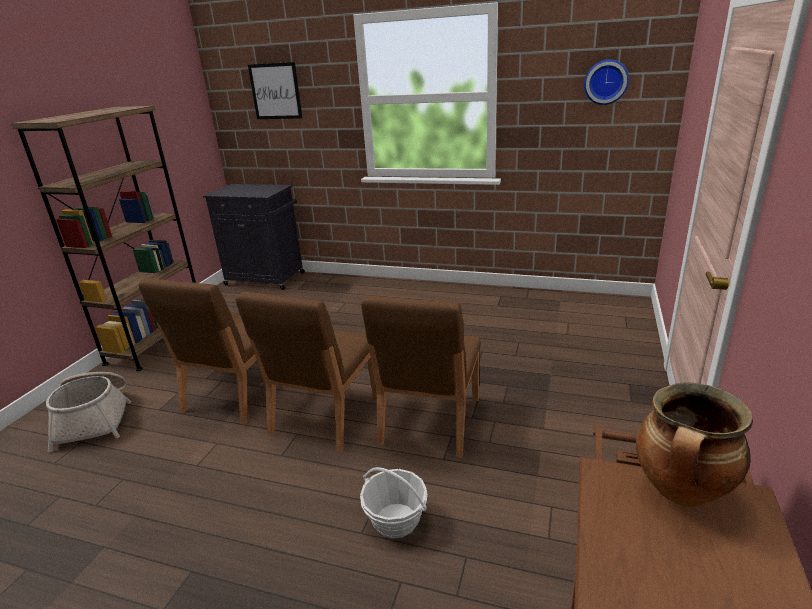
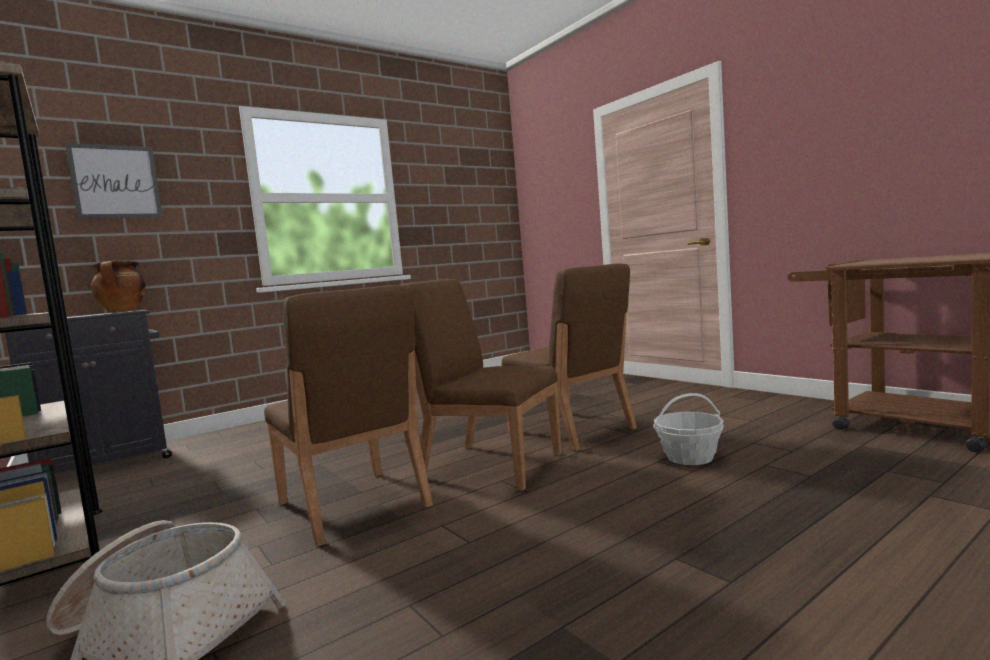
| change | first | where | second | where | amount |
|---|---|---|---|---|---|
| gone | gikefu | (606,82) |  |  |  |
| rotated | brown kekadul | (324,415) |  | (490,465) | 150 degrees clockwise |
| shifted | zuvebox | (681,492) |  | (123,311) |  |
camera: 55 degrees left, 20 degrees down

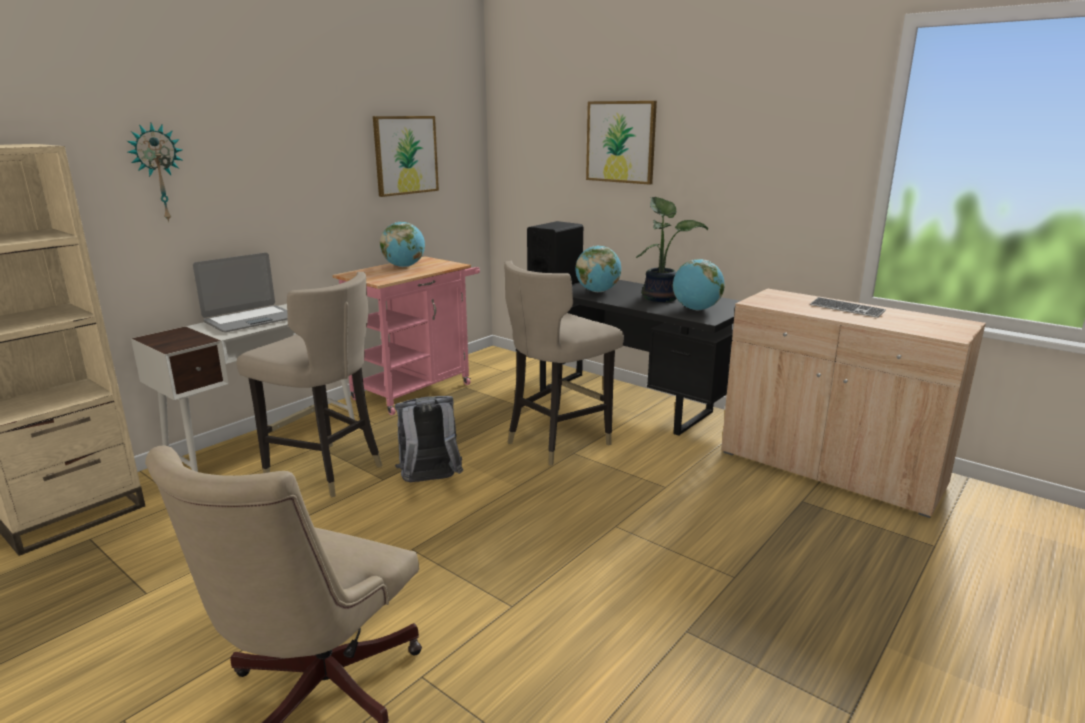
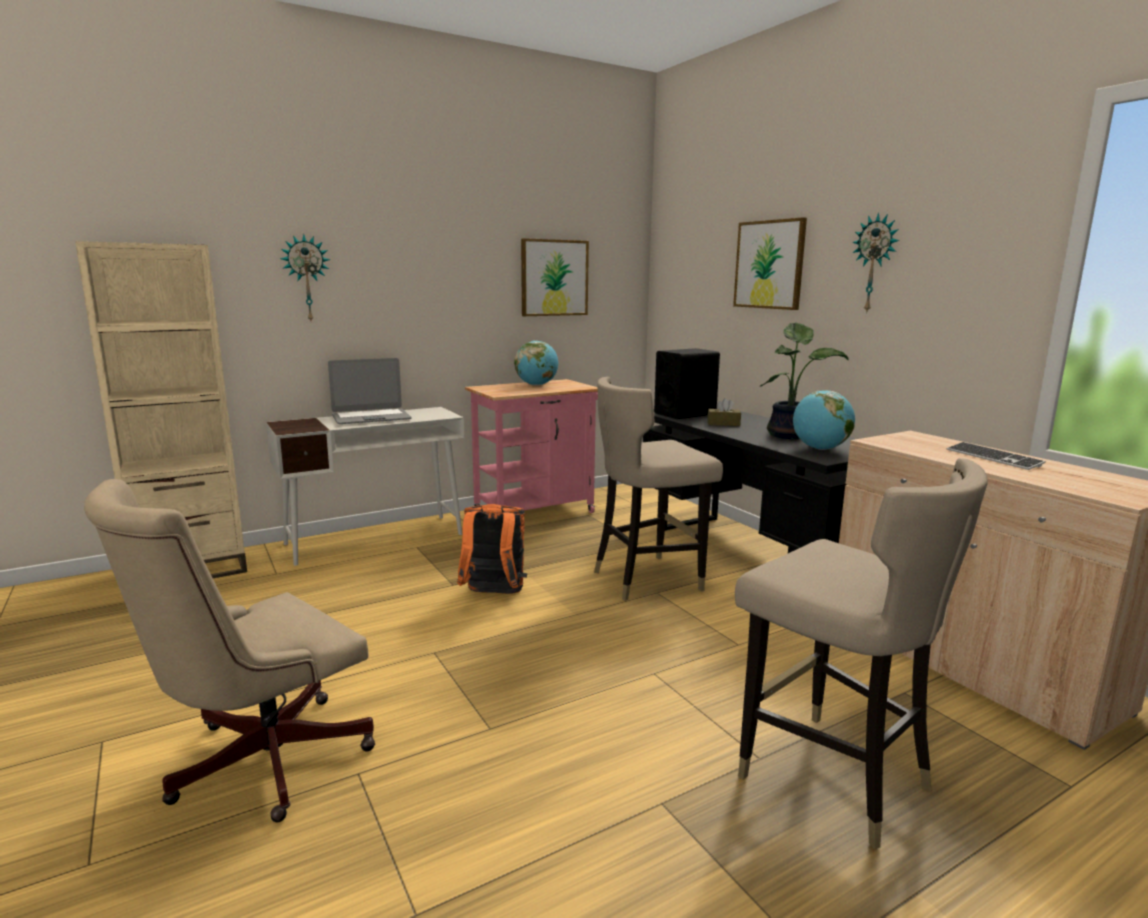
| change | first | where | second | where | amount |
|---|---|---|---|---|---|
| swapped | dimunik | (597,291) | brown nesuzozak | (723,424) |  |
| shifted | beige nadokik | (325,471) |  | (832,776) |  |
| repainted | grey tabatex | (430,482) | orange tabatex | (493,595) |  |
| new |  |  | gikefu | (875,264) |  |
camera: 20 degrees right, 5 degrees down

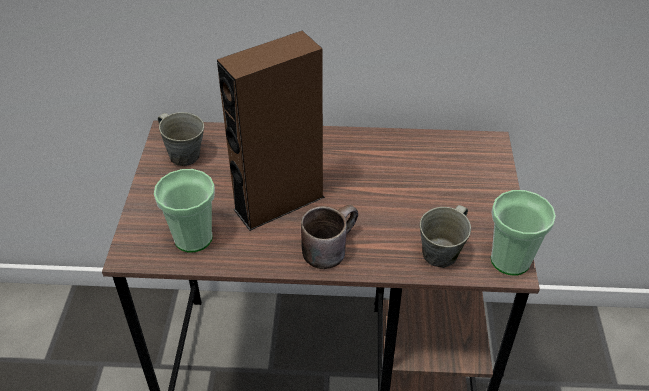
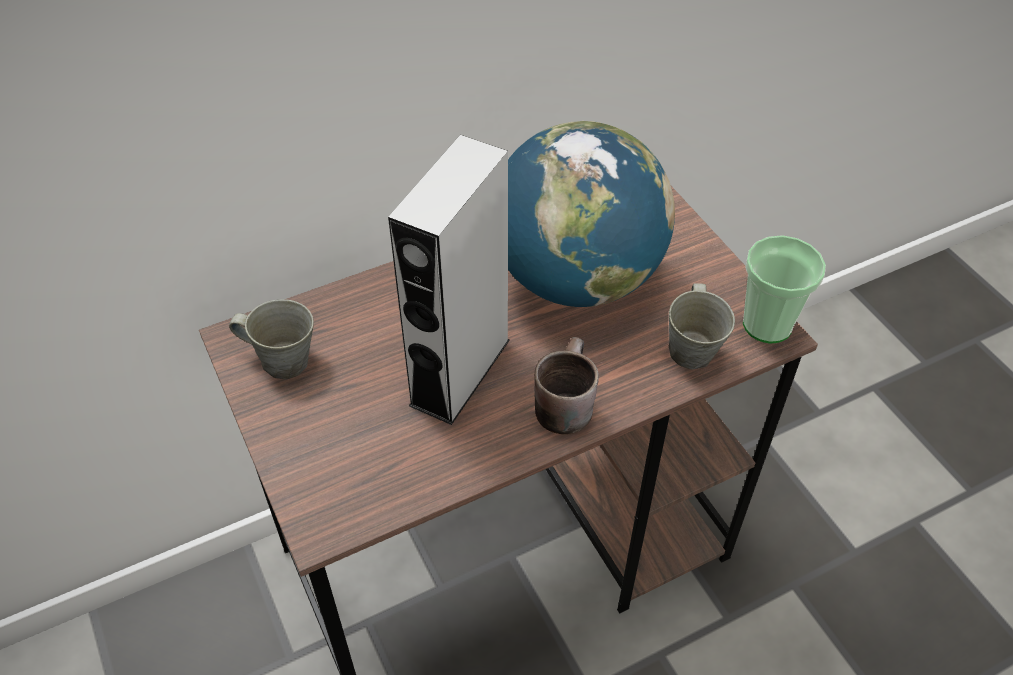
| change | first | where | second | where | amount |
|---|---|---|---|---|---|
| repainted | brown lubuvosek | (279,203) | grey lubuvosek | (460,372) |  |
| gone | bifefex | (193,238) |  |  |  |
| new |  |  | dimunik | (576,278) |  |
camera: 30 degrees left, 5 degrees up

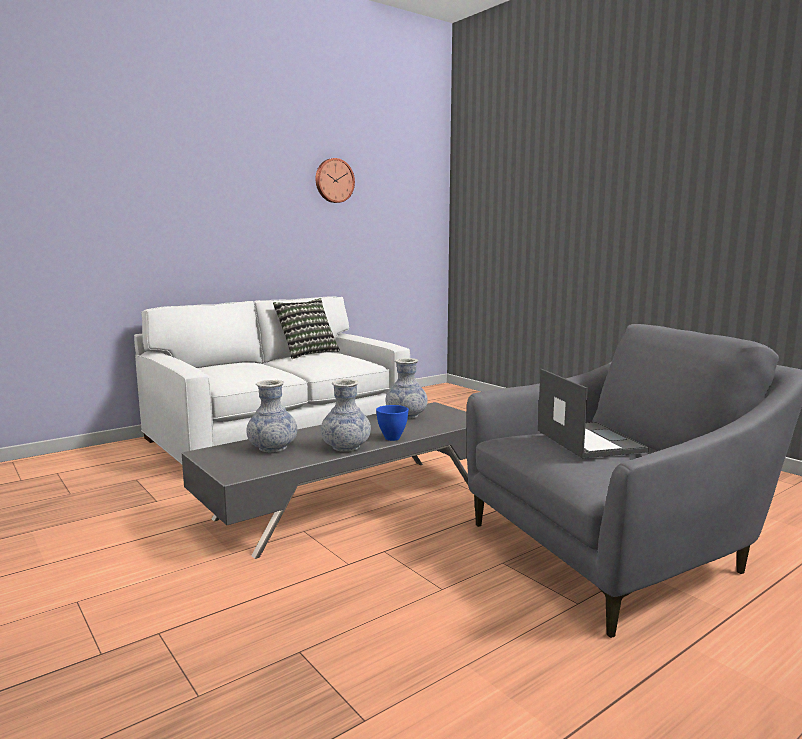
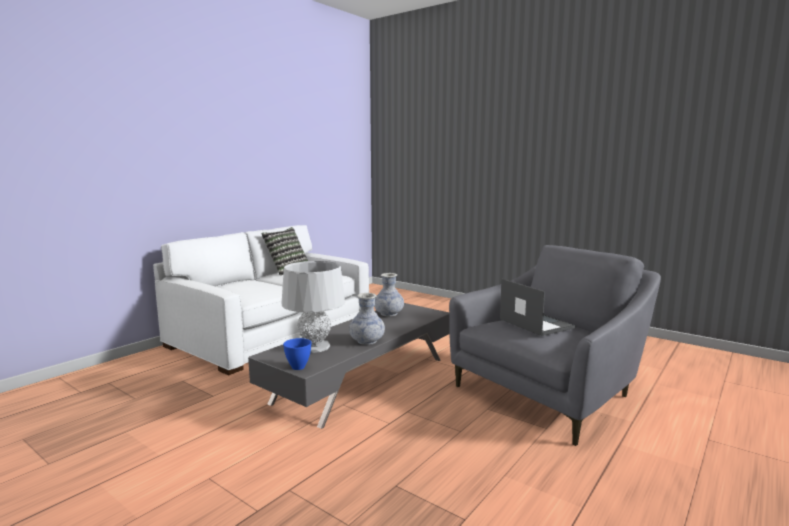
| change | first | where | second | where | amount |
|---|---|---|---|---|---|
| gone | gikefu | (334,180) |  |  |  |
| swapped | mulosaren | (272,448) | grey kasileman | (315,347) |  |
| shifted | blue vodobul | (393,438) |  | (299,367) |  |
camera: 15 degrees left, 0 degrees up

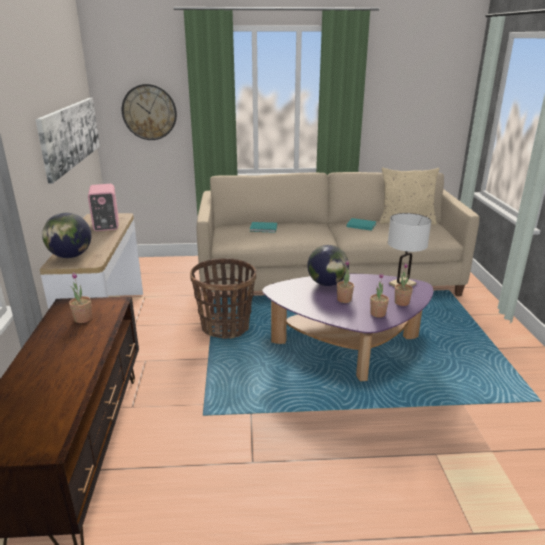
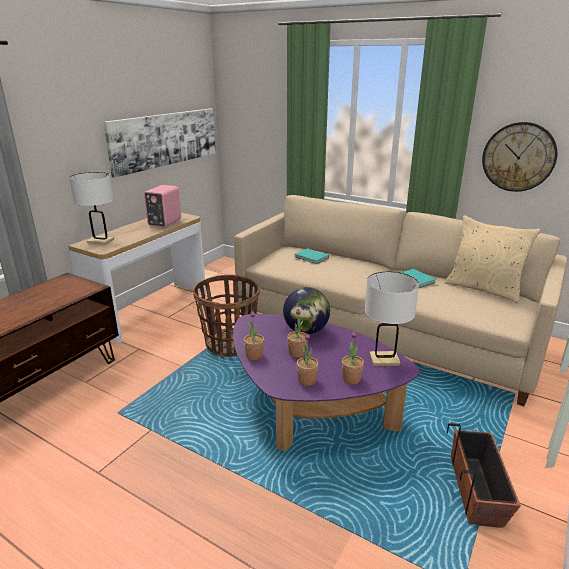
| change | first | where | second | where | amount |
|---|---|---|---|---|---|
| shifted | gikefu | (149,112) |  | (518,157) |  |
| swapped | dimunik | (70,256) | white kasileman | (100,241) |  |
| shifted | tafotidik | (83,319) |  | (254,356) |  |
| new |  |  | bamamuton | (476,490) |  |
camera: 35 degrees right, 0 degrees up

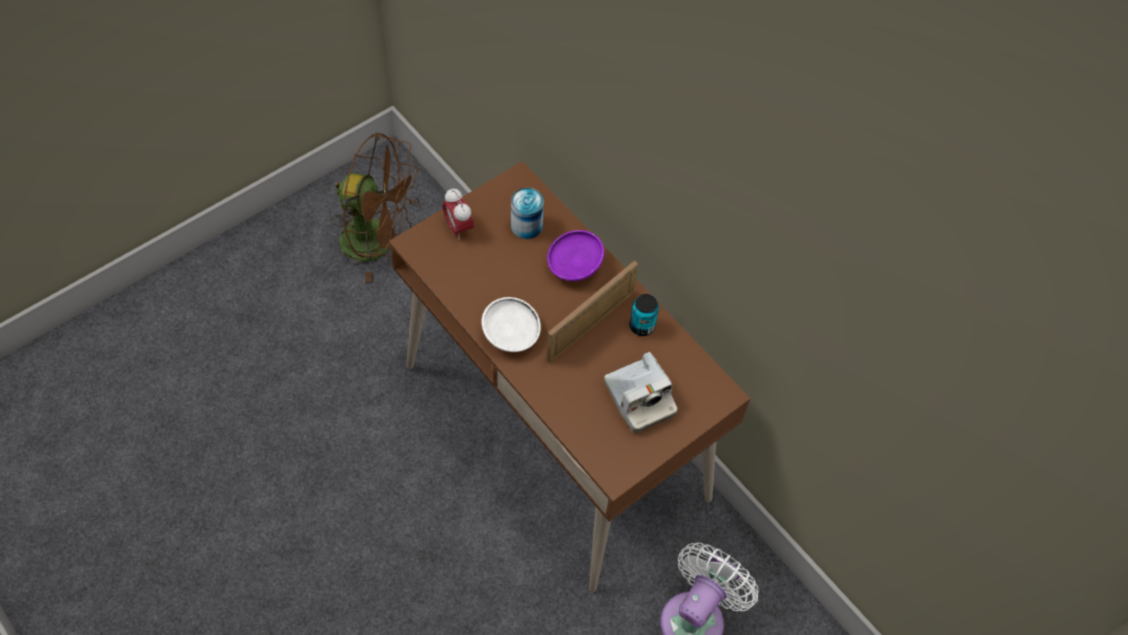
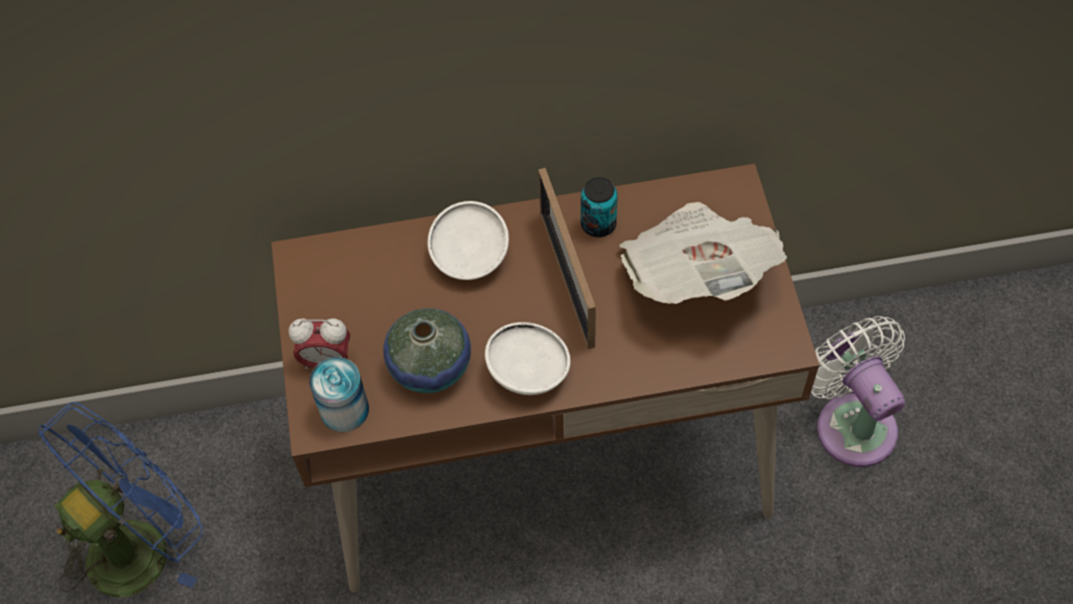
| change | first | where | second | where | amount |
|---|---|---|---|---|---|
| repainted | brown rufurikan | (379,242) | blue rufurikan | (140,542) |  |
| shifted | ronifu | (526,226) |  | (344,410) |  |
| repainted | purple vodobul | (573,266) | white vodobul | (469,257) |  |
| swapped | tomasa | (639,399) | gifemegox | (697,274) |  |
| new |  |  | mulosaren | (430,366) |  |
camera: 55 degrees left, 0 degrees up

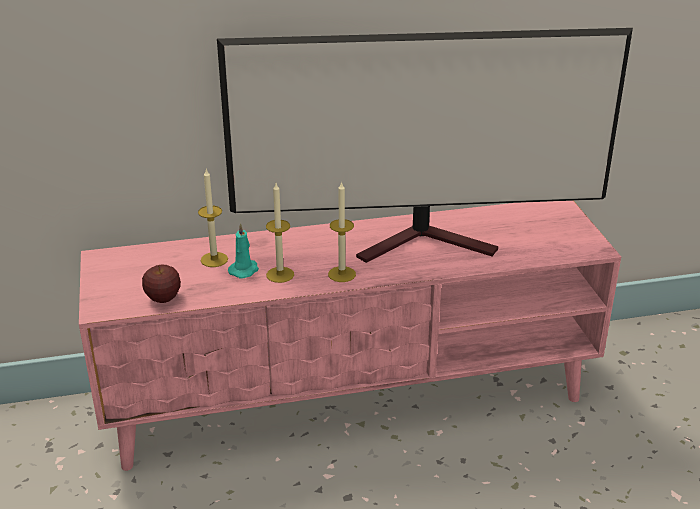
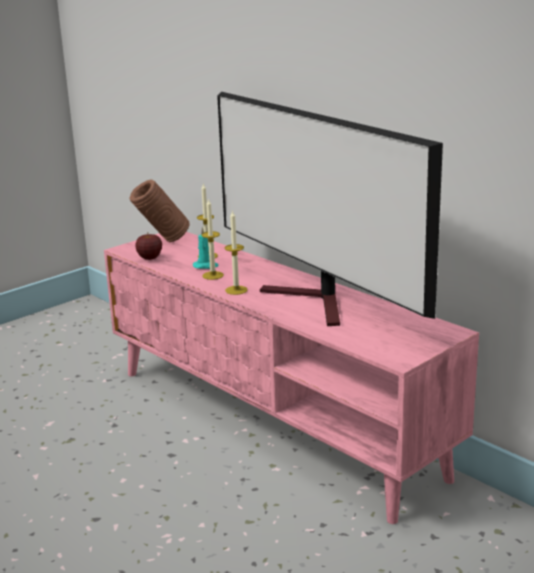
| change | first | where | second | where | amount |
|---|---|---|---|---|---|
| new |  |  | brown mulosaren | (162,242) |  |
camera: 60 degrees right, 10 degrees down

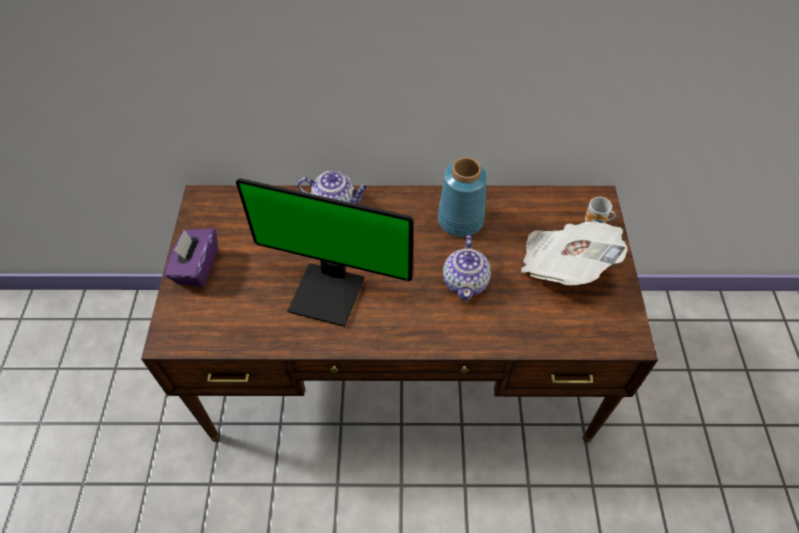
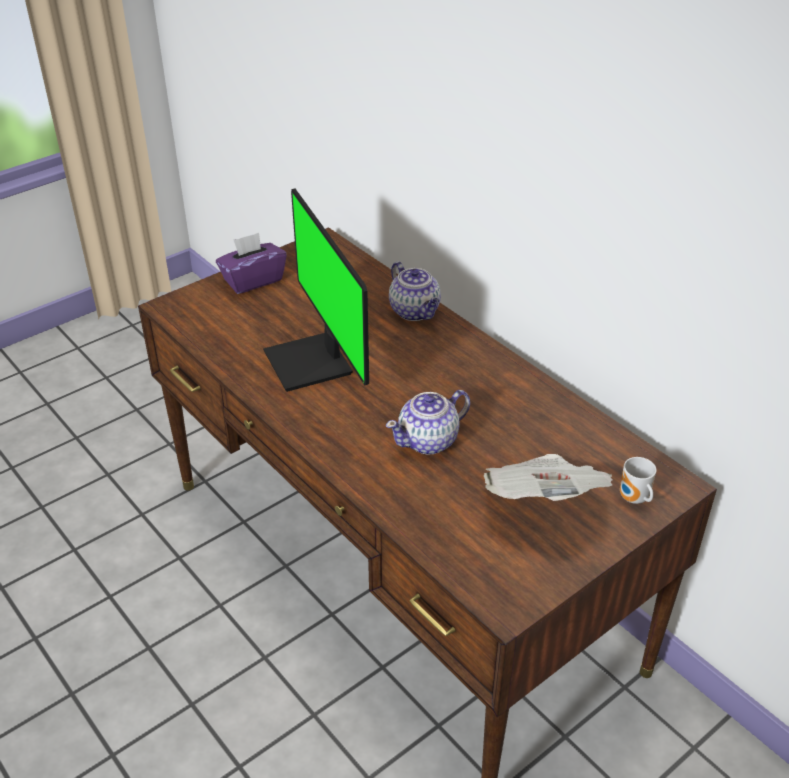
| change | first | where | second | where | amount |
|---|---|---|---|---|---|
| gone | blue mulosaren | (461,220) |  |  |  |
camera: 50 degrees right, 15 degrees down

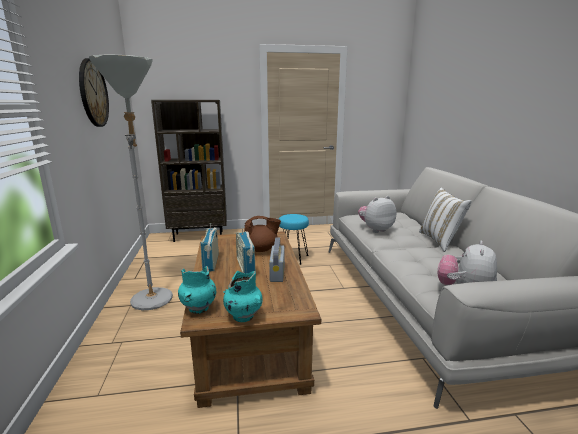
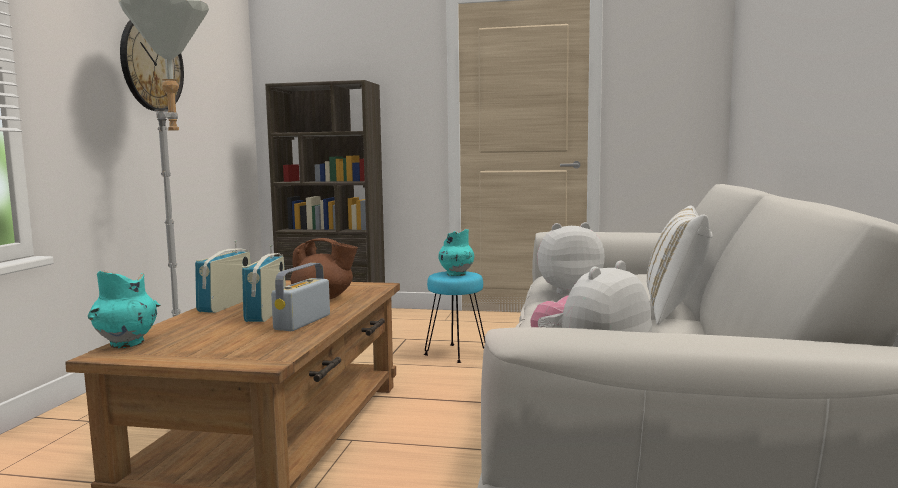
| change | first | where | second | where | amount |
|---|---|---|---|---|---|
| shifted | turquoise mulosaren | (243,316) |  | (456,274) |  |
camera: 20 degrees right, 10 degrees down

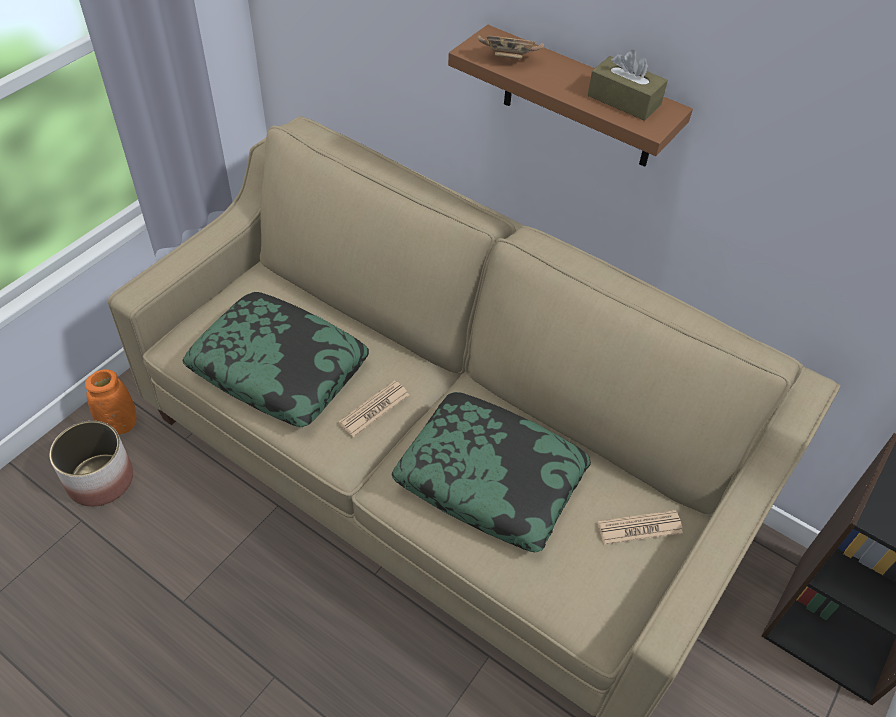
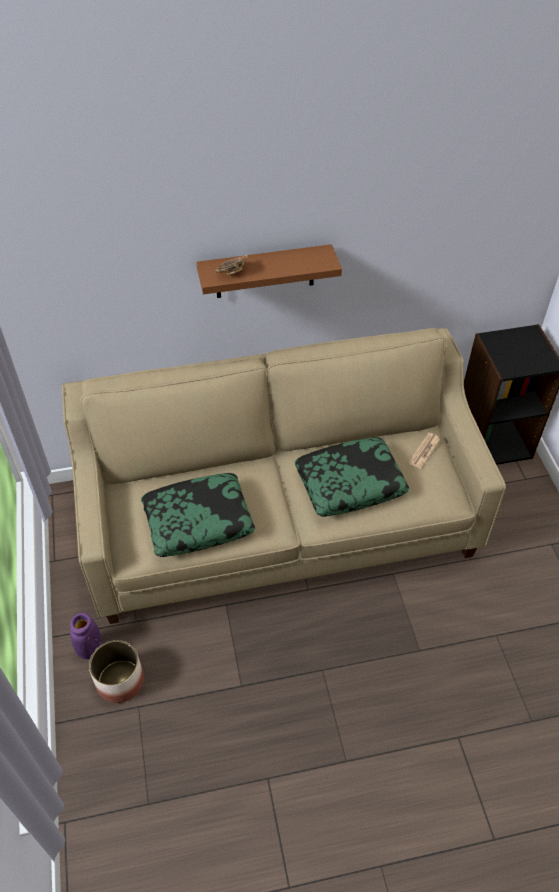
| change | first | where | second | where | amount |
|---|---|---|---|---|---|
| gone | brown nesuzozak | (624,100) |  |  |  |
| repainted | orange mulosaren | (119,425) | purple mulosaren | (90,648) |  |
| gone | gifemegox | (374,409) |  |  |  |
camera: 45 degrees left, 0 degrees up

